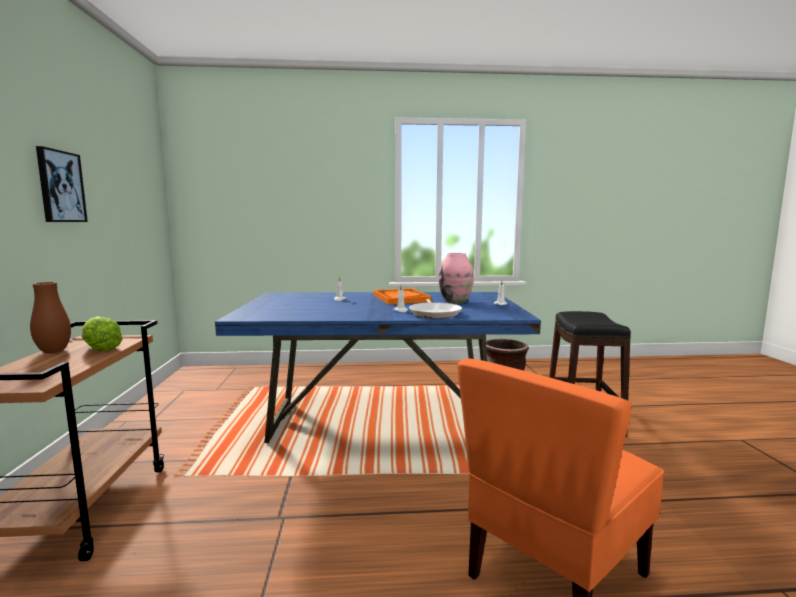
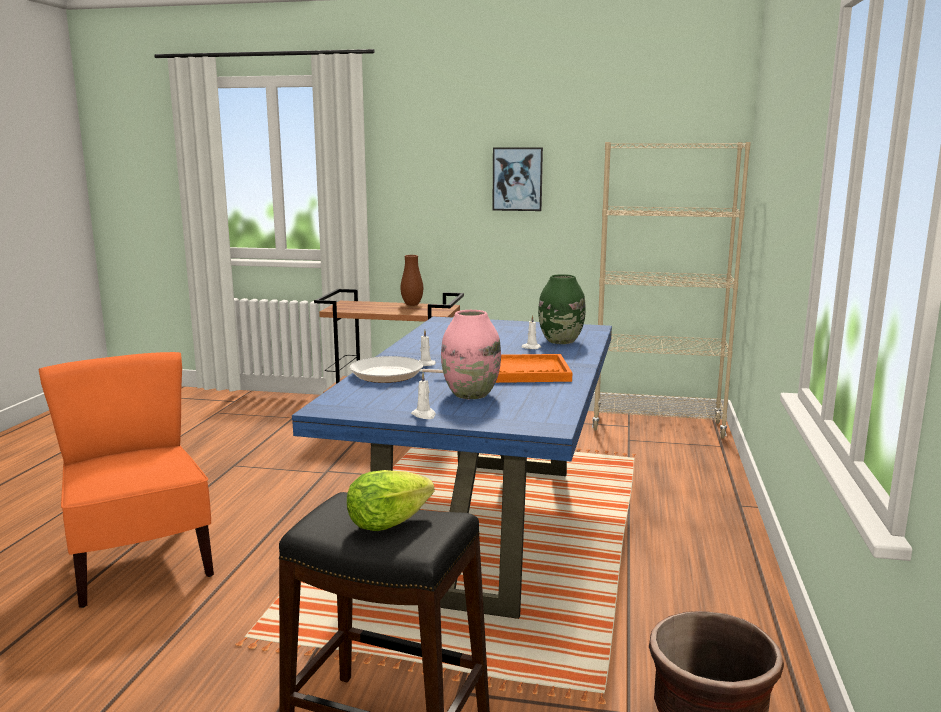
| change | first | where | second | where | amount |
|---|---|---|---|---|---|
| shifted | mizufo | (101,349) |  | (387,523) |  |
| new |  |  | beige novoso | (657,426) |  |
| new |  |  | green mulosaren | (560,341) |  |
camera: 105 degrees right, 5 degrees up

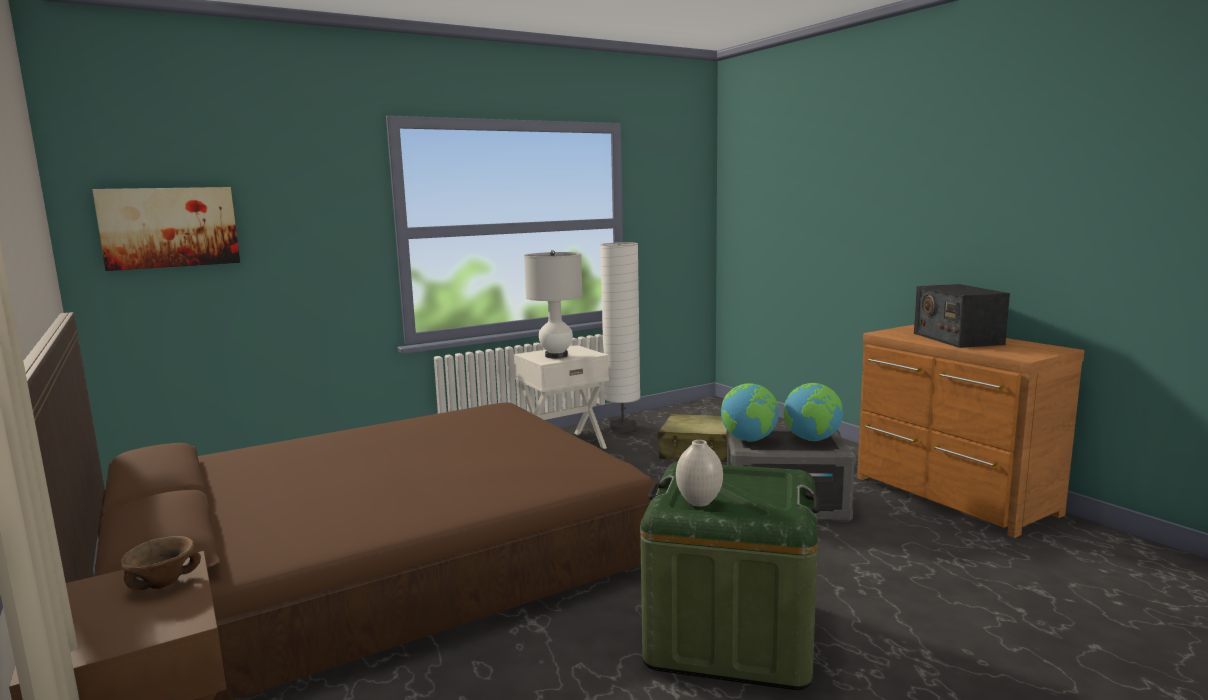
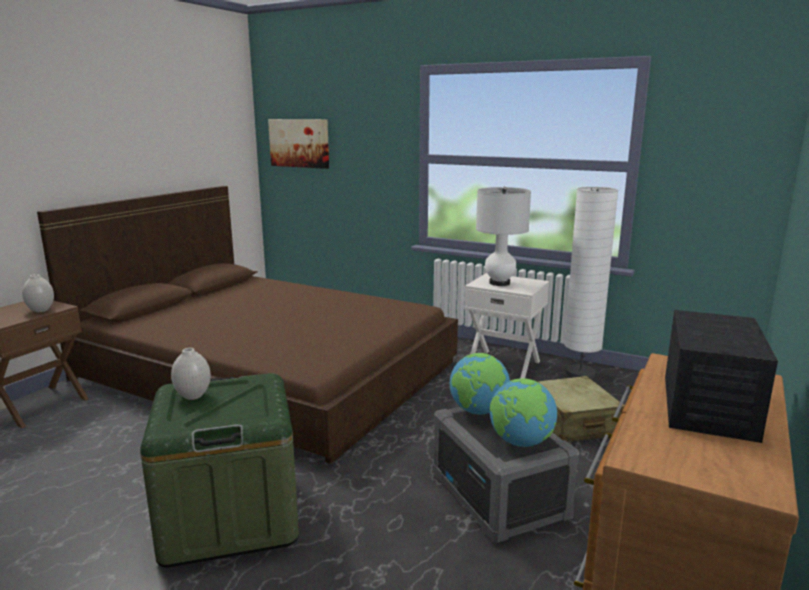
| change | first | where | second | where | amount |
|---|---|---|---|---|---|
| rotated | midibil | (957,338) |  | (708,406) | 150 degrees clockwise |
| swapped | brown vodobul | (164,583) | white mulosaren | (41,310) |  |
camera: 60 degrees right, 5 degrees up

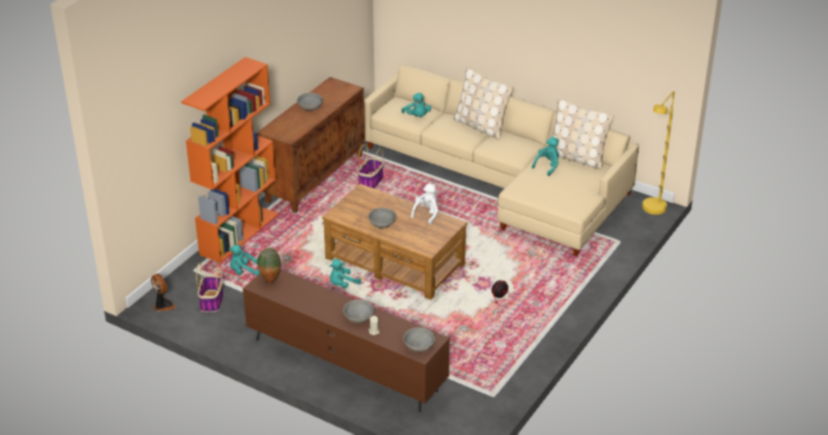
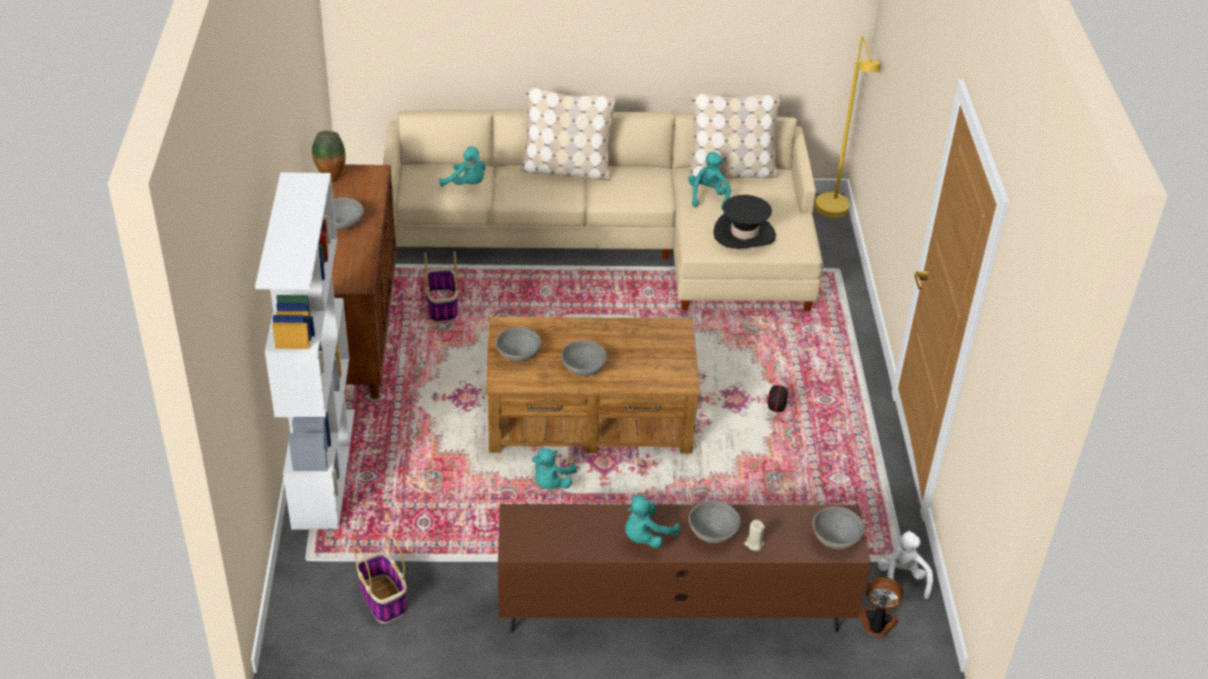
| change | first | where | second | where | amount |
|---|---|---|---|---|---|
| repainted | orange novoso | (239,233) | white novoso | (323,467) |  |
| shifted | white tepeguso | (426,214) |  | (902,580) |  |
| shifted | turquoise tepeguso | (243,271) |  | (646,537) |  |
| shifted | mulosaren | (270,280) |  | (330,179) |  |
| shifted | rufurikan | (163,305) |  | (877,624) |  |
| new |  |  | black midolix | (744,234) |  |
| new |  |  | grey vodobul | (519,354) |  |
camera: 35 degrees left, 5 degrees up

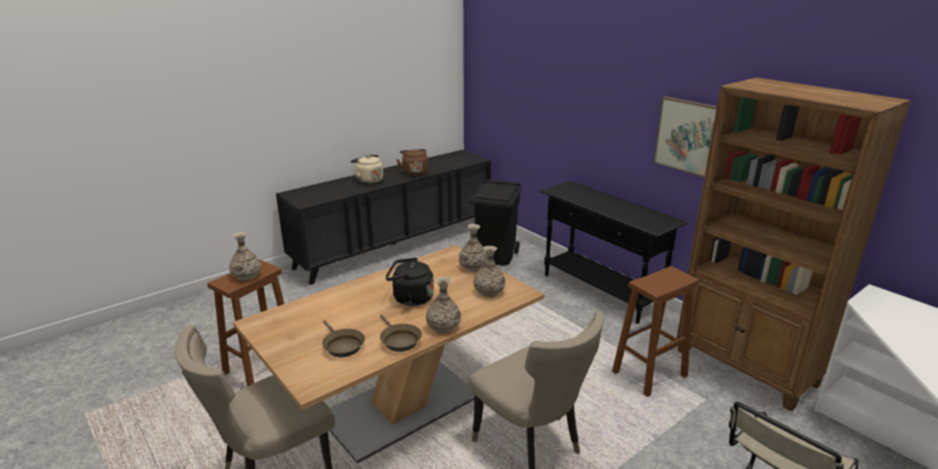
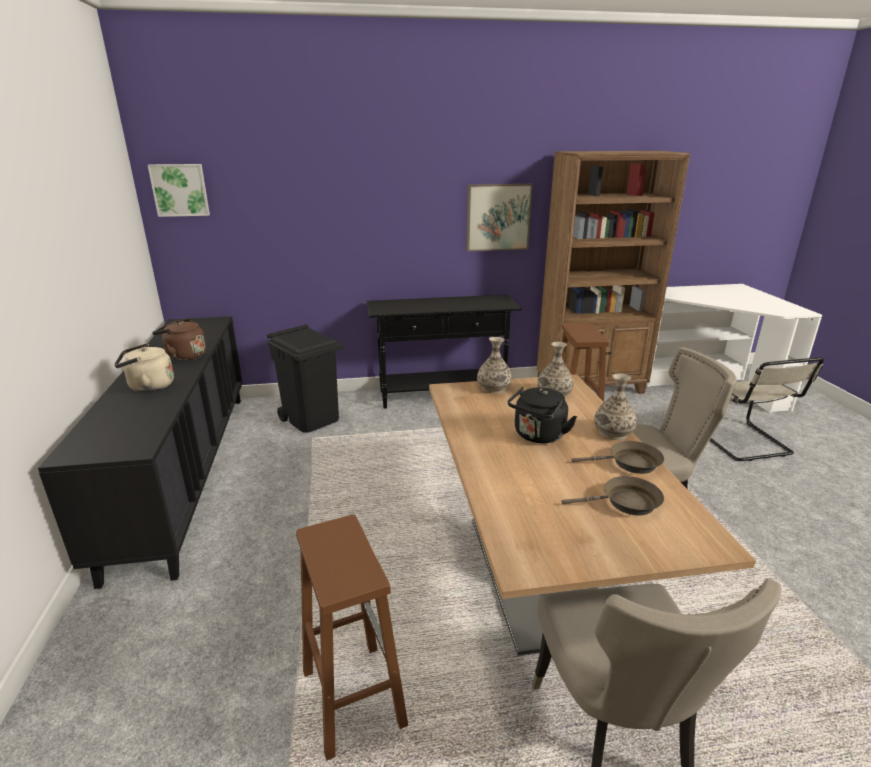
| change | first | where | second | where | amount |
|---|---|---|---|---|---|
| gone | mulosaren | (247,276) |  |  |  |
| new |  |  | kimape | (180,190) |  |
camera: 60 degrees left, 0 degrees up

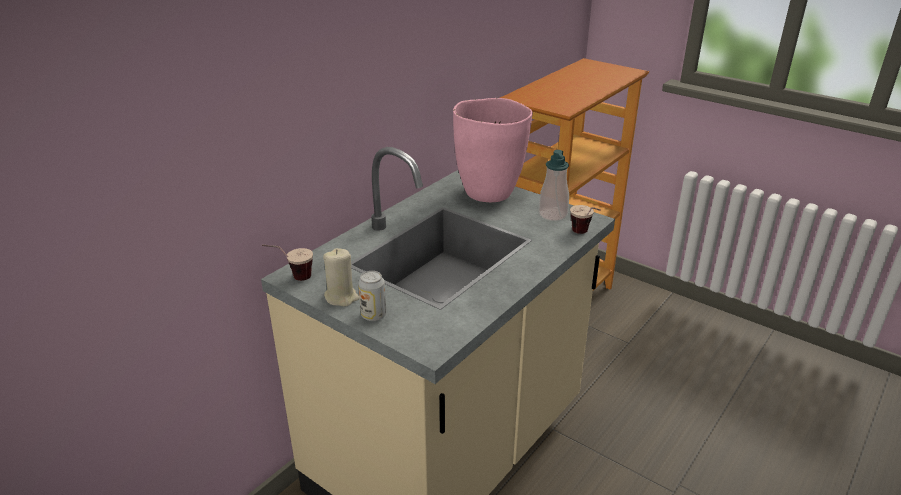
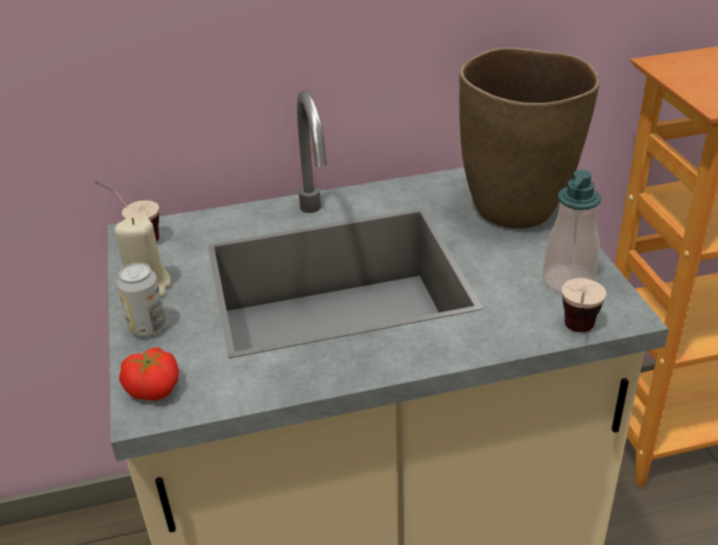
| change | first | where | second | where | amount |
|---|---|---|---|---|---|
| repainted | pink mulosaren | (489,192) | brown mulosaren | (516,209) |  |
| new |  |  | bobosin | (154,387) |  |
camera: 40 degrees right, 5 degrees up

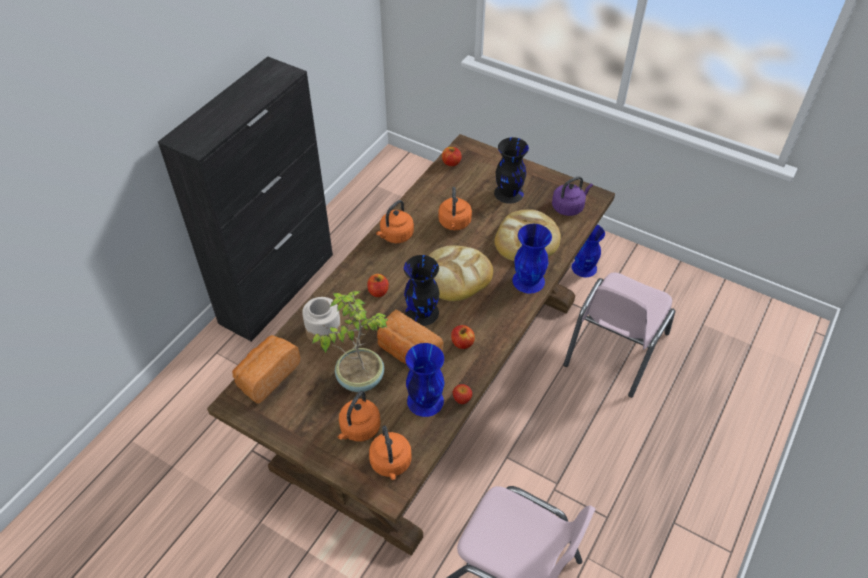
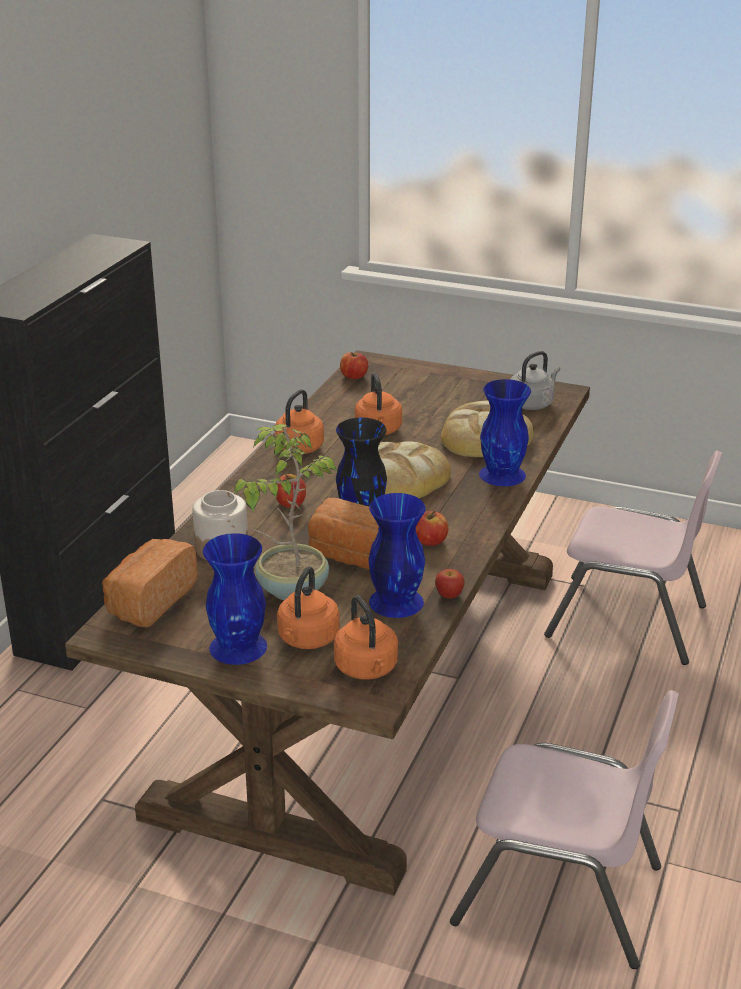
| change | first | where | second | where | amount |
|---|---|---|---|---|---|
| gone | black mulosaren | (508,193) |  |  |  |
| repainted | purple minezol | (569,207) | grey minezol | (532,403) |  |
| shifted | blue mulosaren | (584,268) |  | (238,647) |  |
| rotated | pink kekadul | (614,349) |  | (627,621) | 90 degrees counterclockwise |
camera: 10 degrees left, 20 degrees down

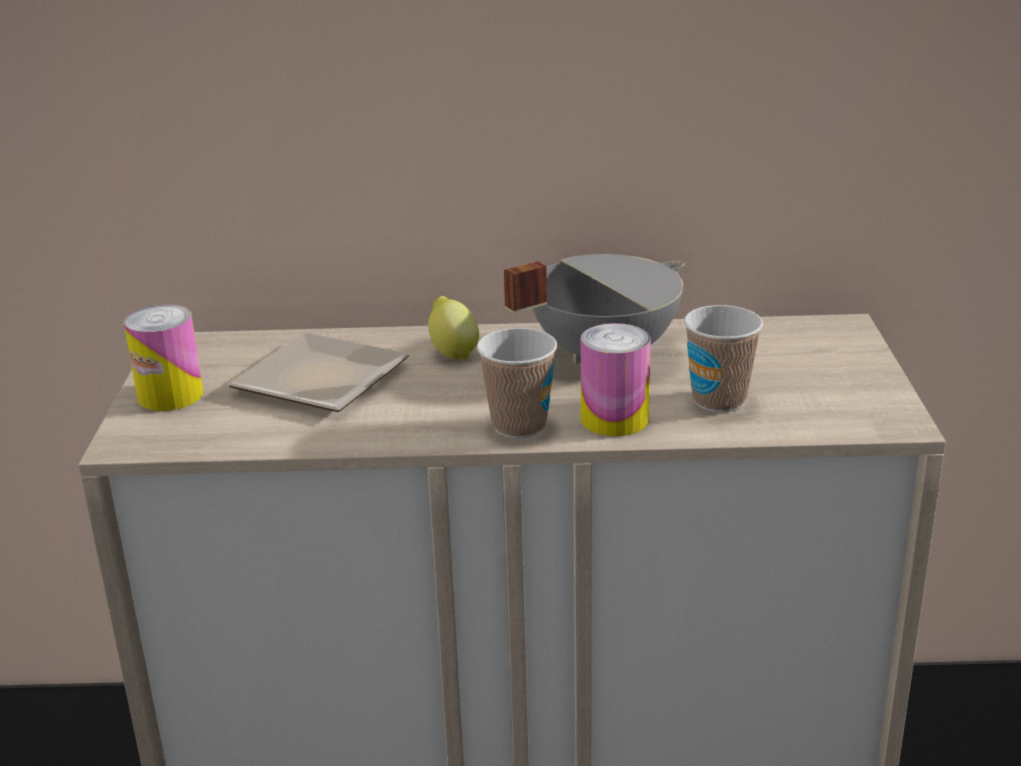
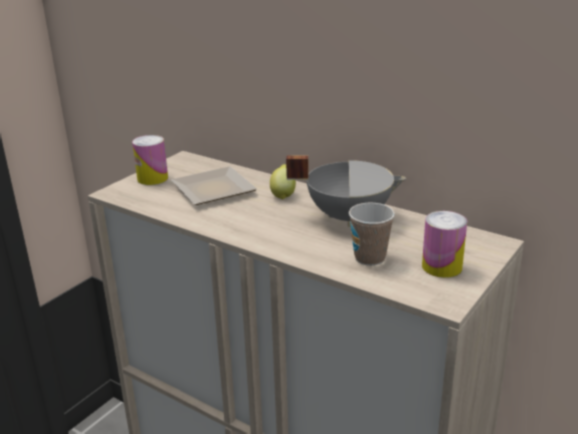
| change | first | where | second | where | amount |
|---|---|---|---|---|---|
| shifted | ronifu | (614,419) |  | (442,267) |  |
| gone | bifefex | (519,426) |  |  |  |
camera: 35 degrees right, 0 degrees up

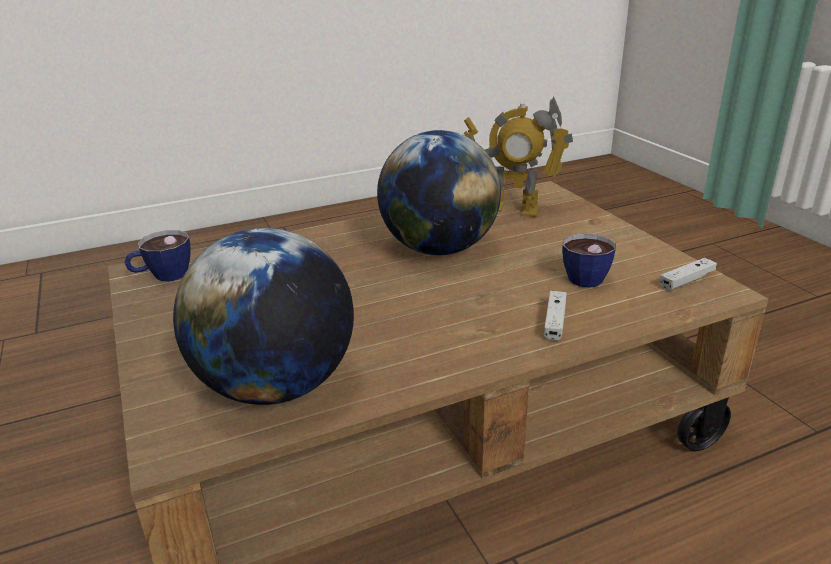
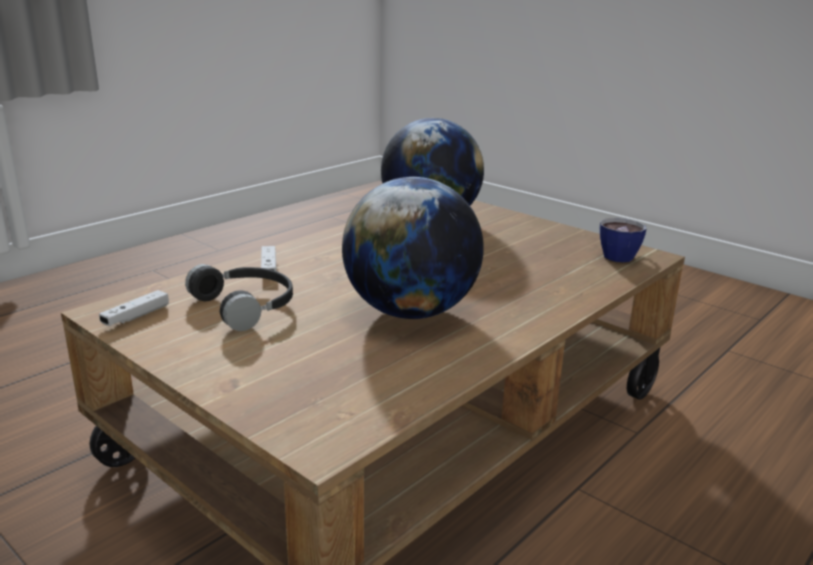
| change | first | where | second | where | amount |
|---|---|---|---|---|---|
| gone | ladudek | (513,209) |  |  |  |
| swapped | bifefex | (581,276) | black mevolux | (247,306) |  |
camera: 155 degrees right, 5 degrees down

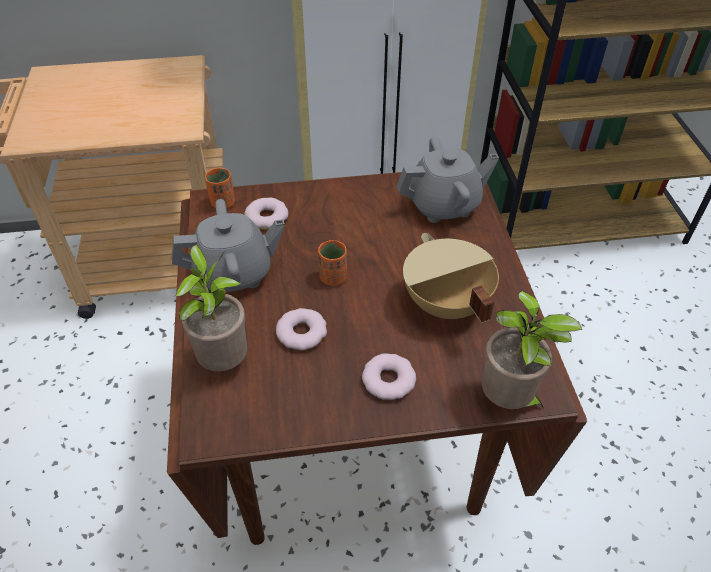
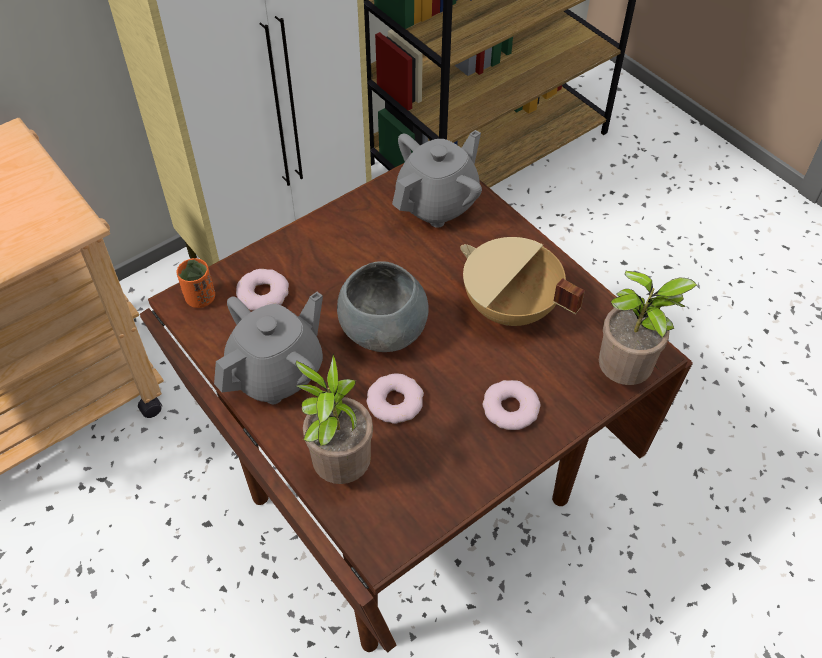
| change | first | where | second | where | amount |
|---|---|---|---|---|---|
| swapped | orange bifefex | (333,277) | grey vodobul | (383,330) |  |
camera: 30 degrees left, 5 degrees up

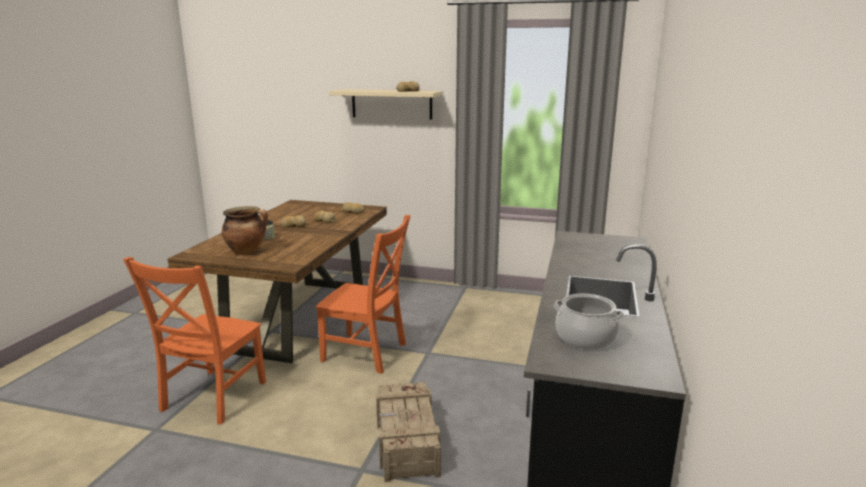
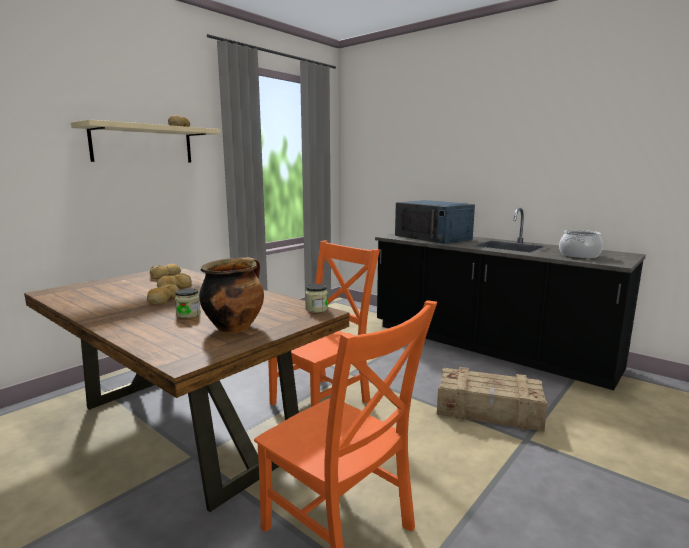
| change | first | where | second | where | amount |
|---|---|---|---|---|---|
| new |  |  | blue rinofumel | (433,237) |  |
| new |  |  | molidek | (316,309) |  |
camera: 65 degrees left, 5 degrees down

